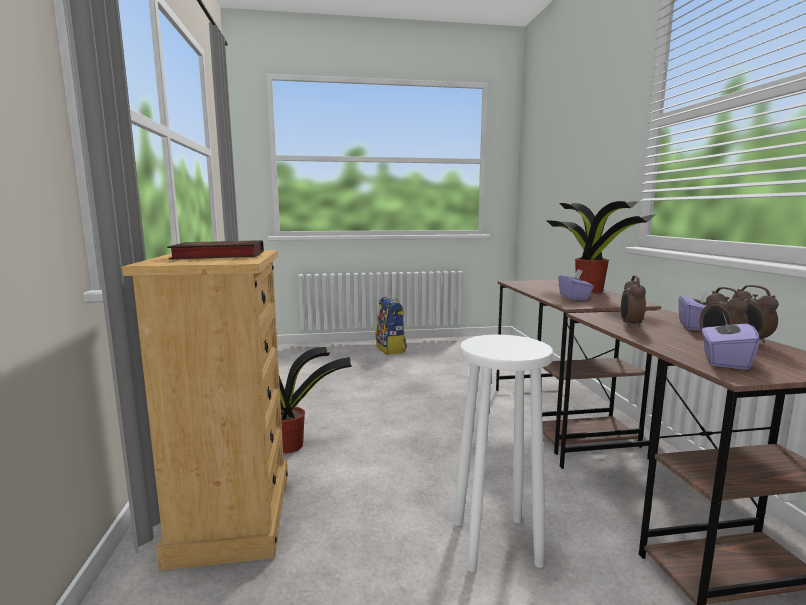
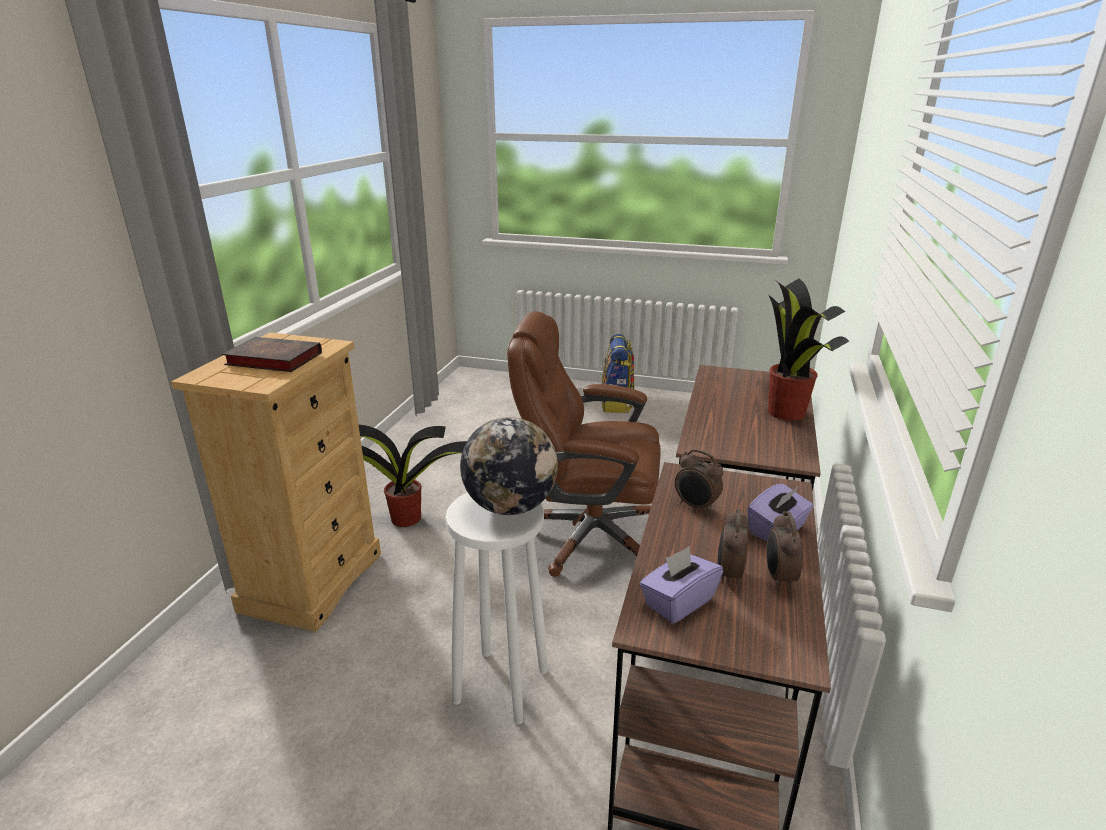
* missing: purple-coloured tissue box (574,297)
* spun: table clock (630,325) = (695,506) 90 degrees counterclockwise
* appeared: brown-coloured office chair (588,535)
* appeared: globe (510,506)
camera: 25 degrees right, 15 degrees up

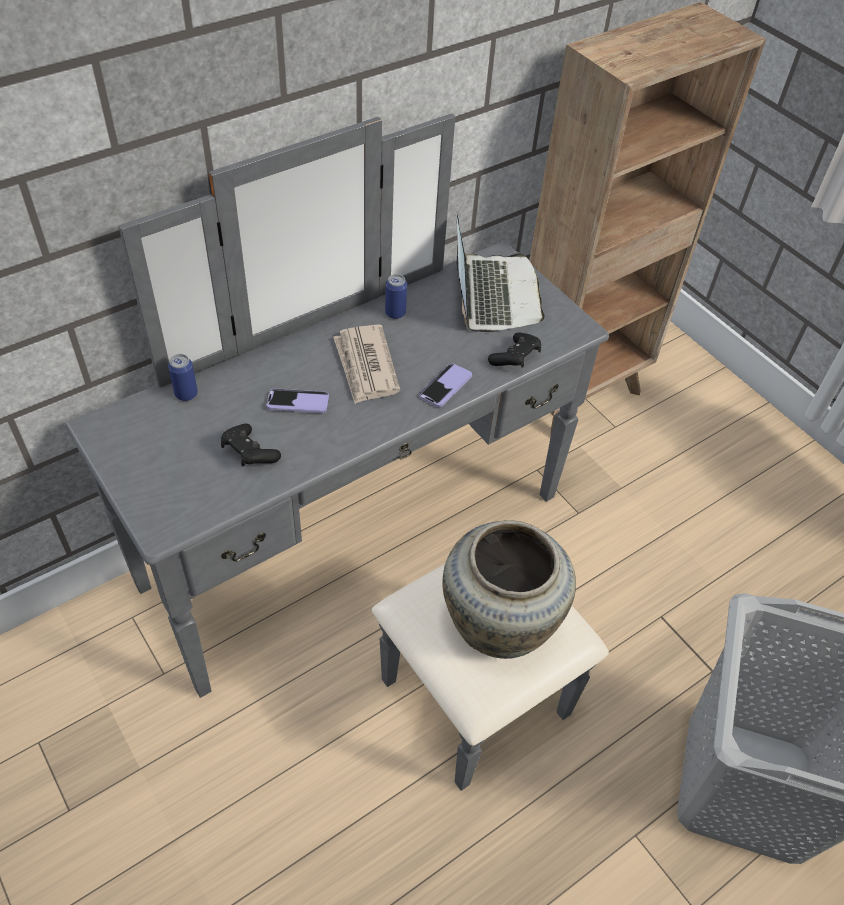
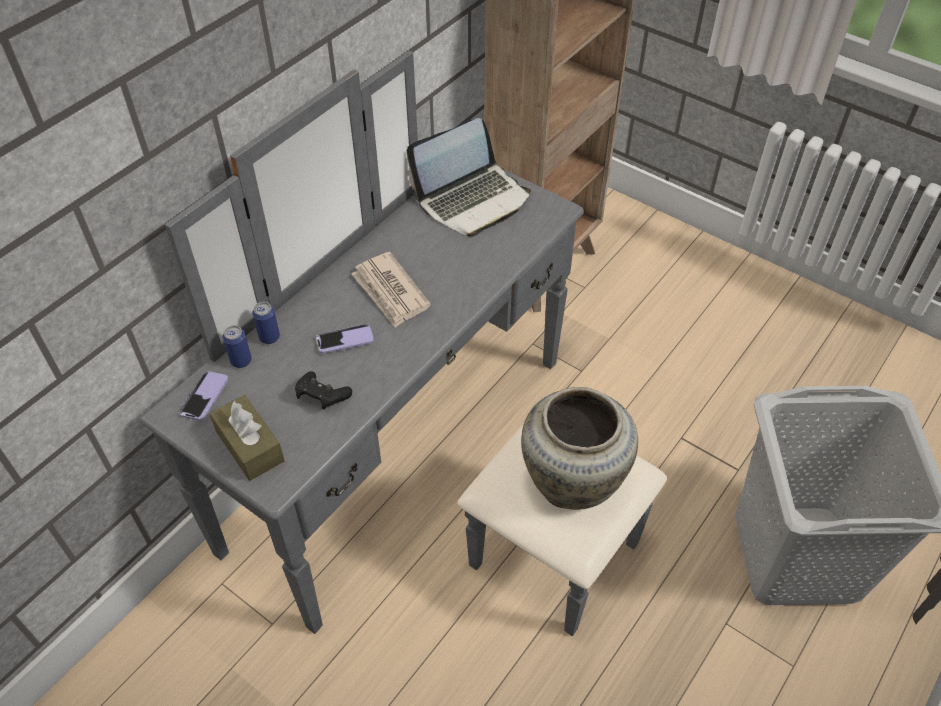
* spun: notebook computer (492,295) = (473,200) 75 degrees clockwise
* relocated: metal can (395,313) to (269,337)
* missing: blackish game controller (515,358)
* relocated: handset (445,386) to (204,397)
* appeared: brown-coloured tissue box (250,446)
camera: 15 degrees left, 0 degrees up

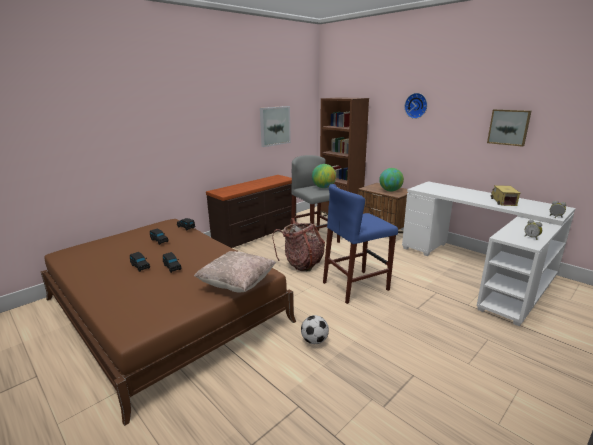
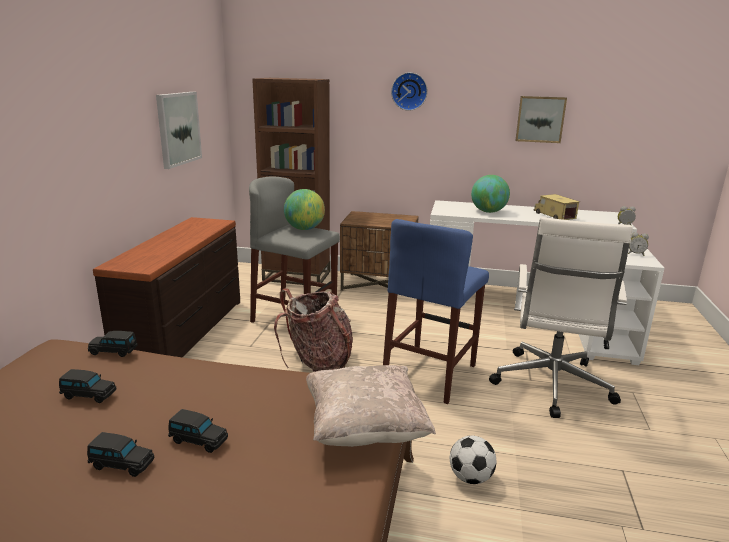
* relocated: globe (390,191) to (488,212)
* appeared: white office chair (551,385)
camera: 35 degrees left, 0 degrees up

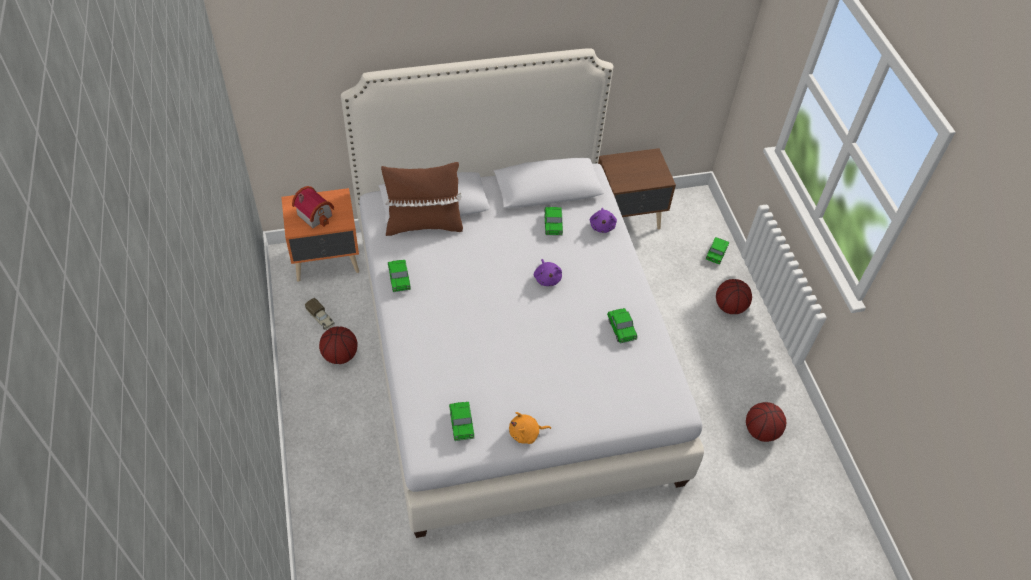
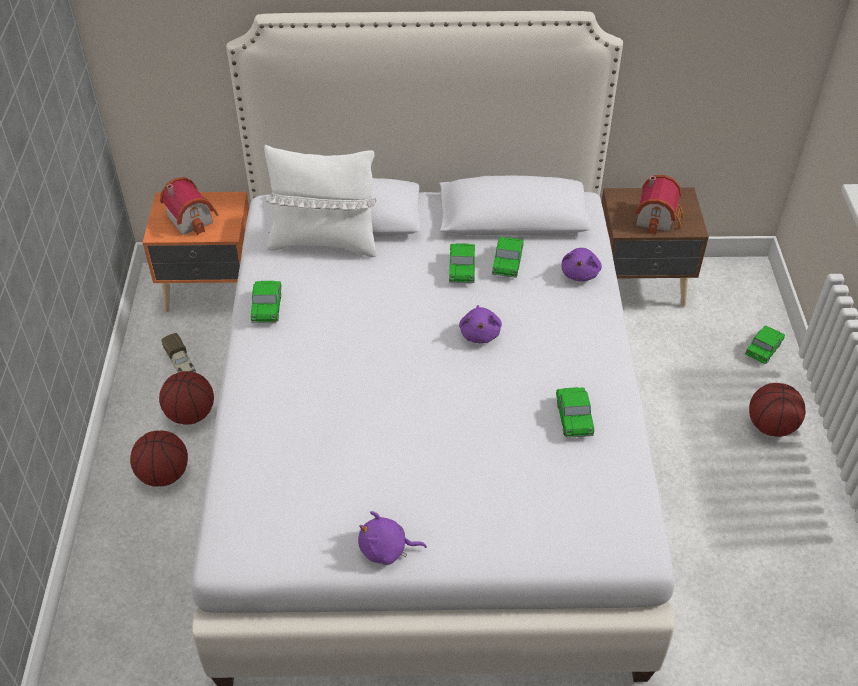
* colour: brown-coloured cushion (423,224) to white cushion (324,242)
* relocated: model car (461,424) to (461,270)
* relocated: ball for basketball (760,431) to (163,474)
* colour: orange soft toy (526,433) to purple-coloured soft toy (386,549)
* appeared: model house (658,217)
camera: 15 degrees right, 5 degrees down

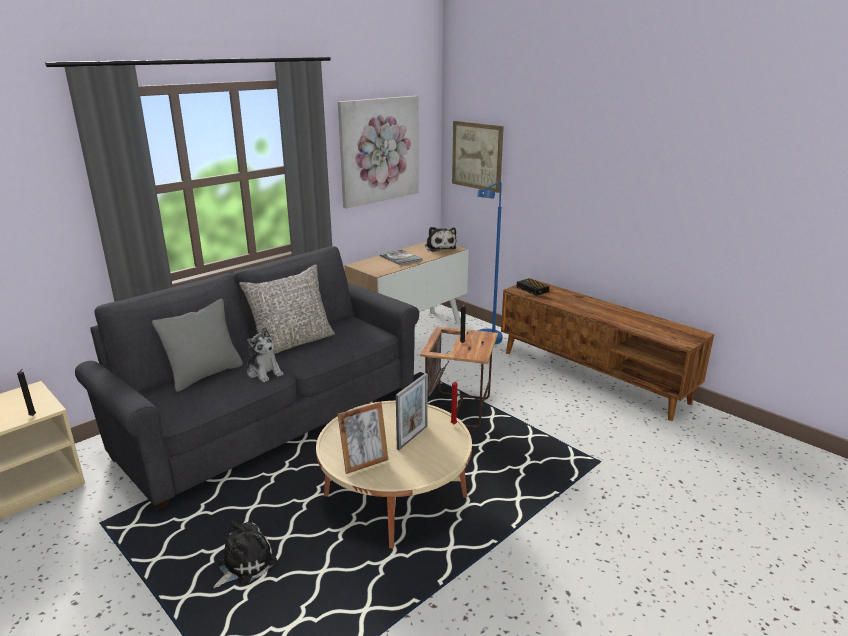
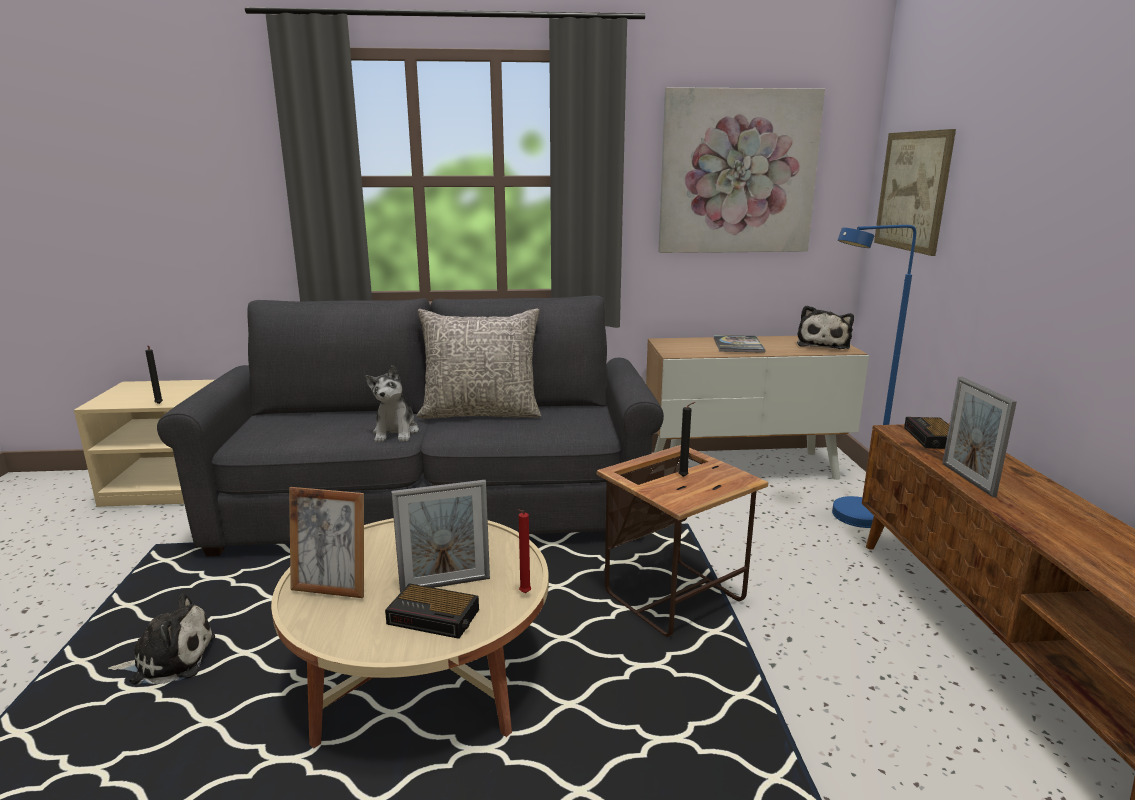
* missing: greyish cushion (205,374)
* appeared: picture frame (967,479)
* appeared: table clock (435,617)
camera: 40 degrees right, 5 degrees down

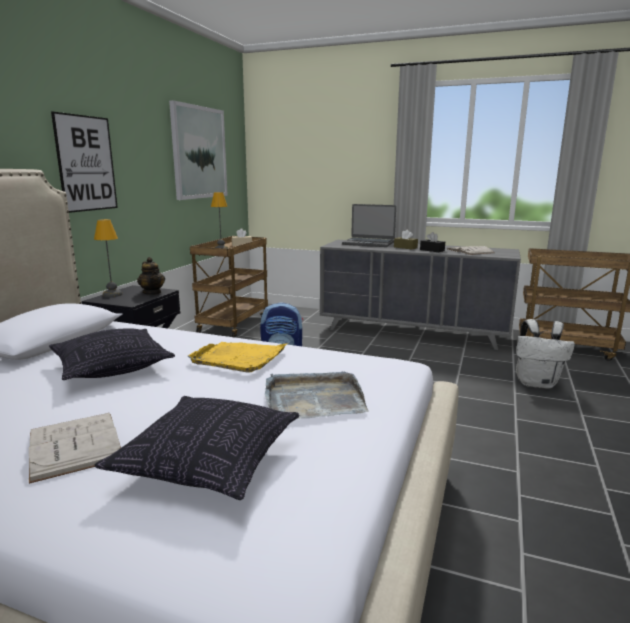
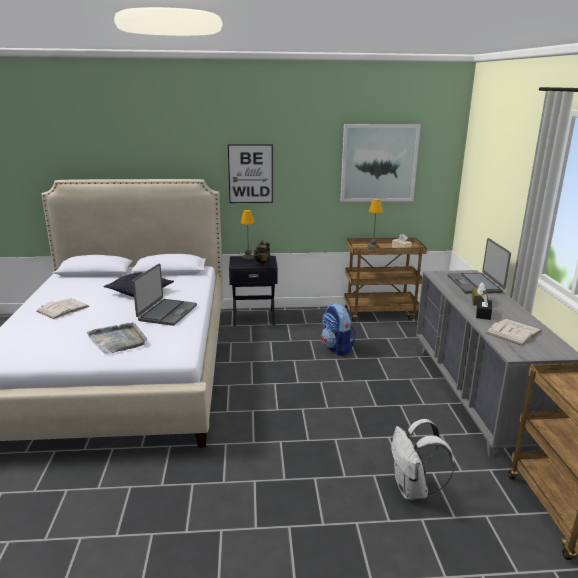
* exchanged: yellowish serving tray (239,358) to notebook computer (167,313)
* missing: cushion (209,462)
camera: 65 degrees right, 5 degrees up

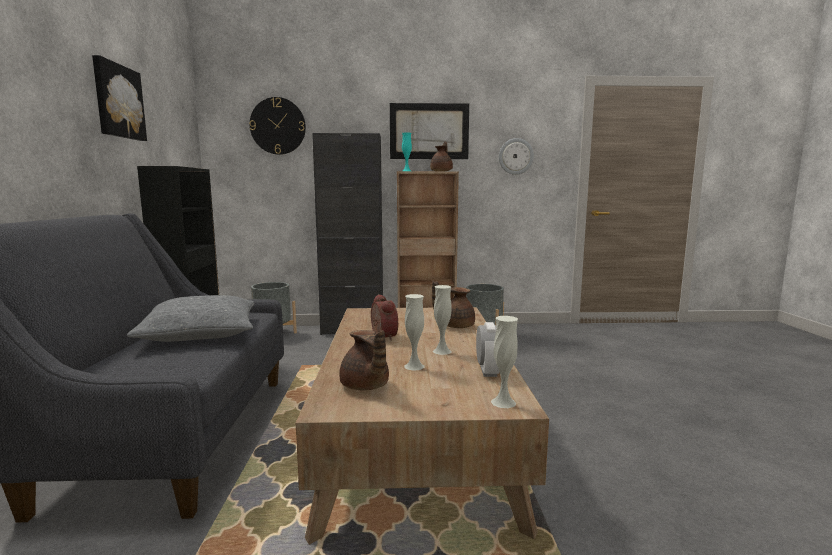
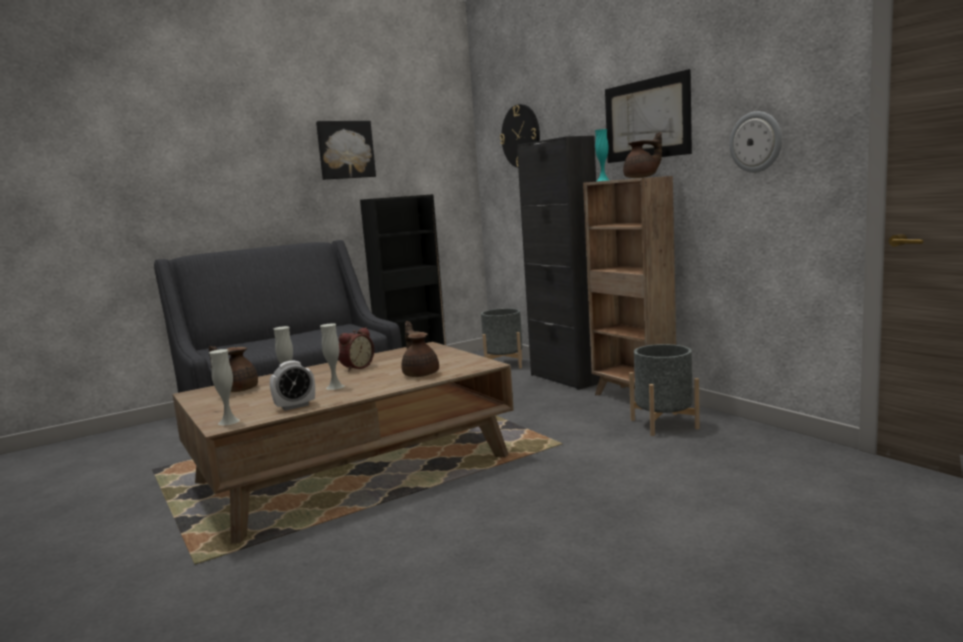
* missing: greyish cushion (200,332)
camera: 60 degrees right, 0 degrees up

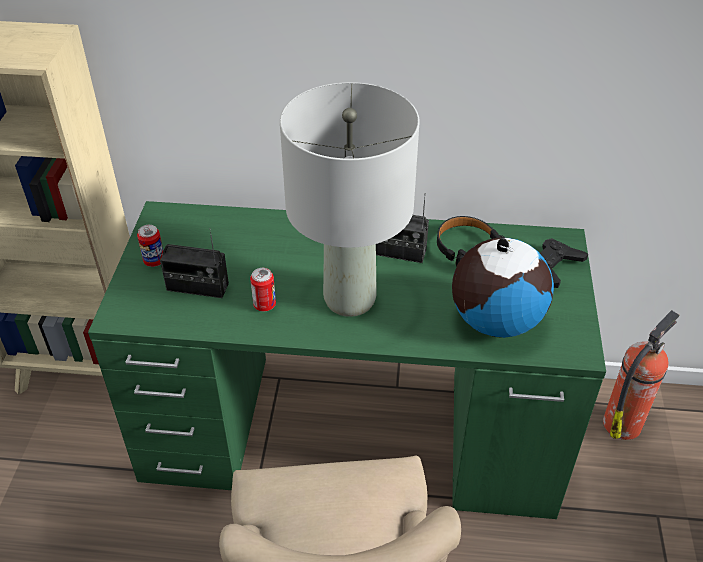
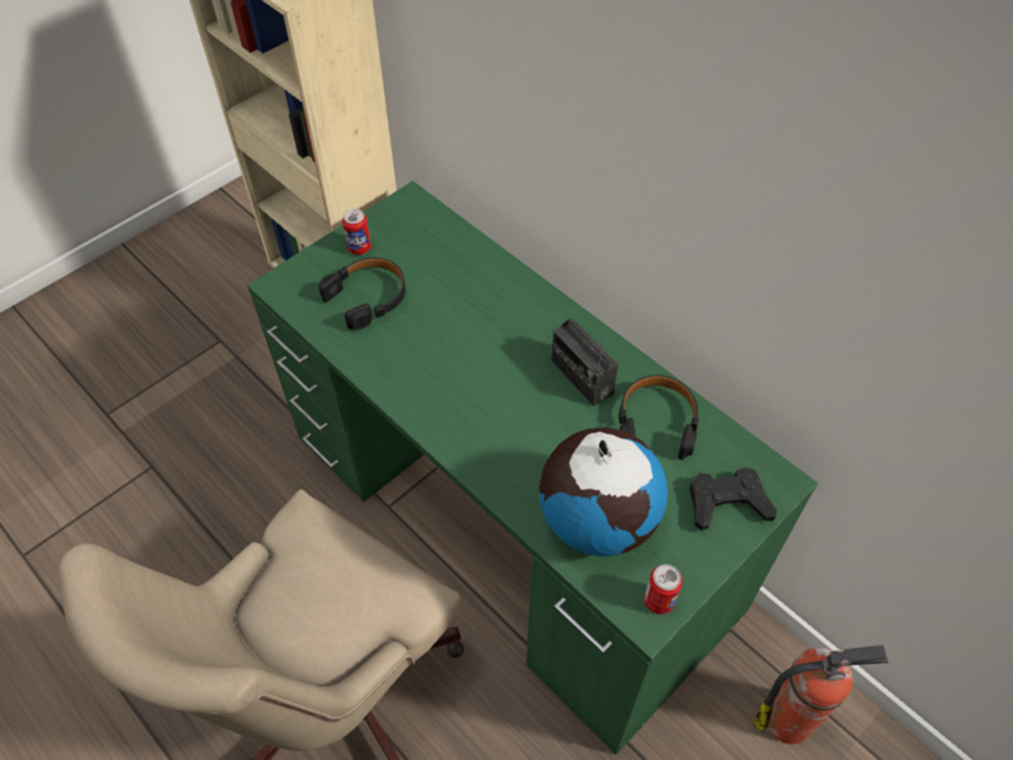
* missing: greyish table lamp (348,299)
* exchanged: radio set (197,287) to blackish headphones (368,297)
* relocated: metal can (264,305) to (659,601)
camera: 40 degrees right, 10 degrees up

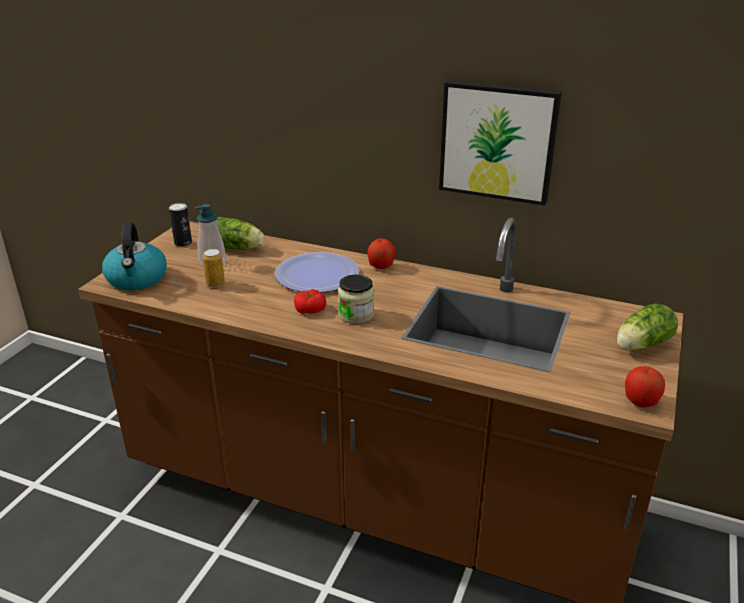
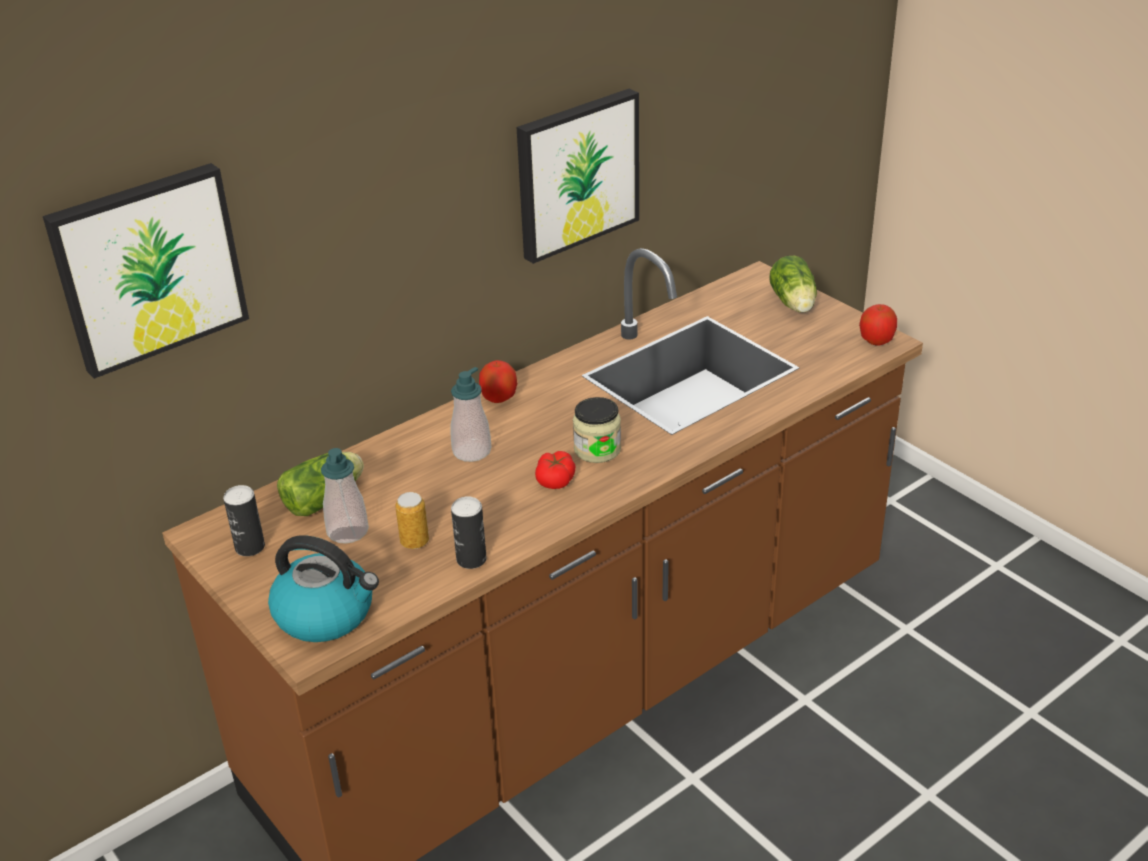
* exchanged: flat dish (317,274) to soap bottle (471,451)
* appeared: picture (148,267)
* appeared: metal can (471,559)
camera: 60 degrees left, 5 degrees up

